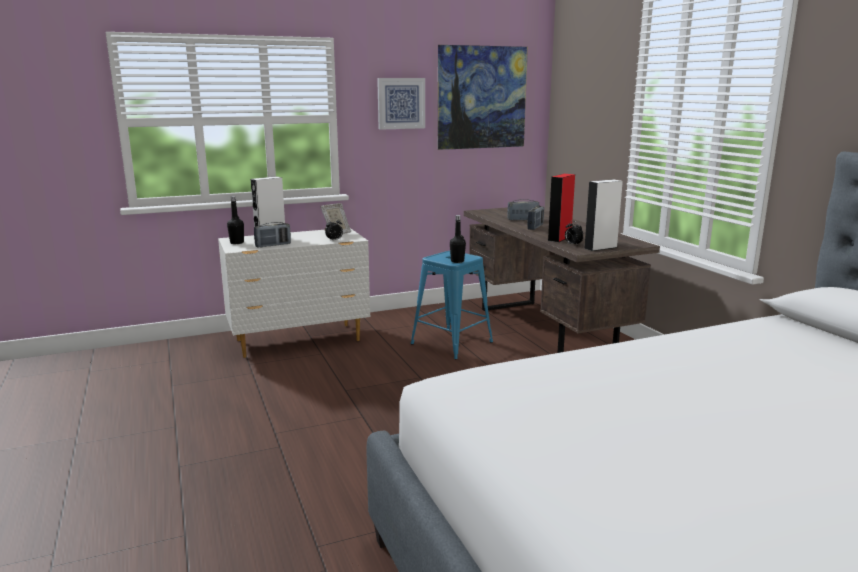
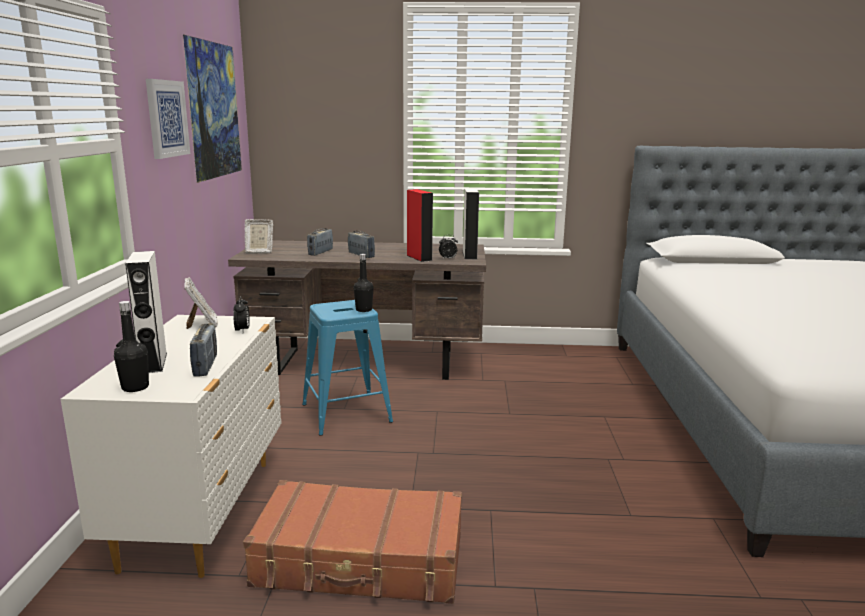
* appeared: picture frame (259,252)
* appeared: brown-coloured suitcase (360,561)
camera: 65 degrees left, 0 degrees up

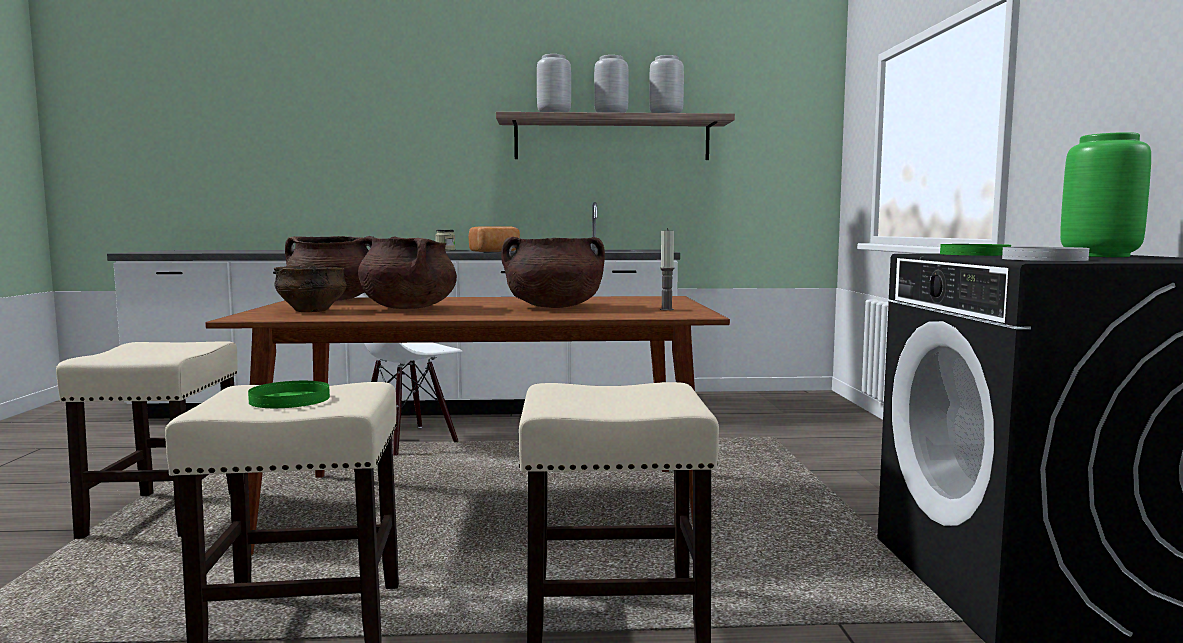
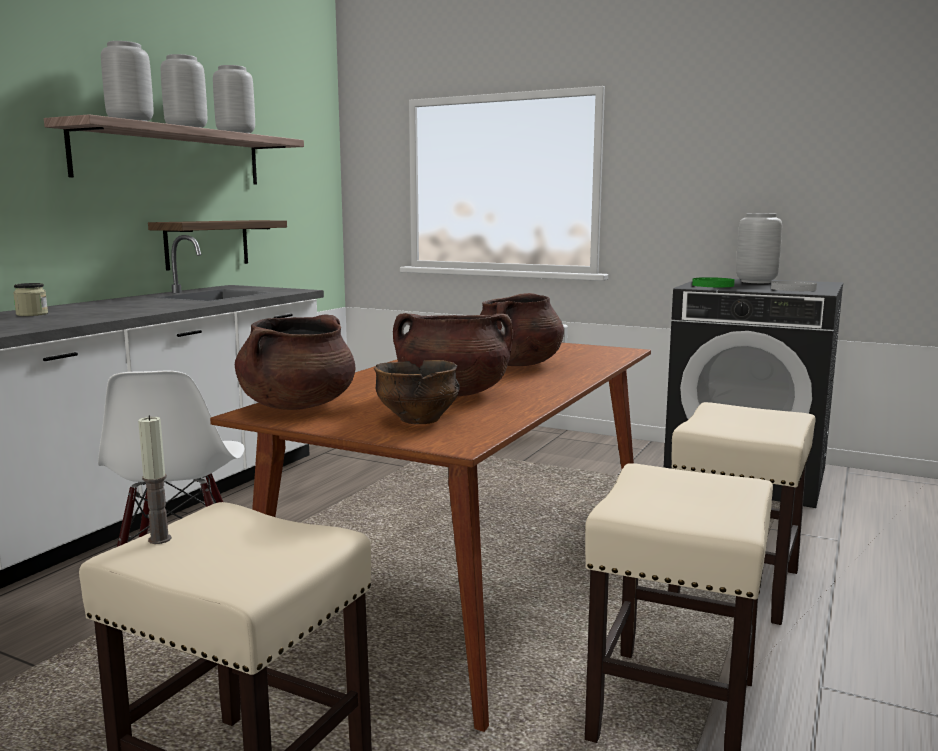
* colour: green decorative vase (1099,256) to greyish decorative vase (755,282)
* missing: bakery bread (496,251)
* relocated: candle (666,309) to (160,539)
* missing: green flat dish (289,399)
* appeared: shelf (207,244)
camera: 60 degrees left, 5 degrees up

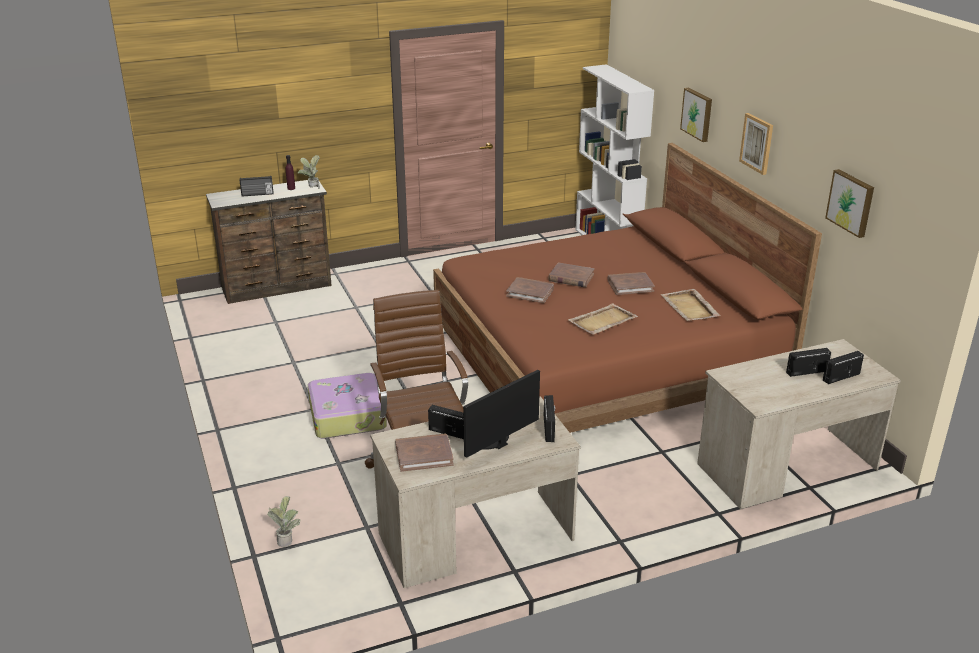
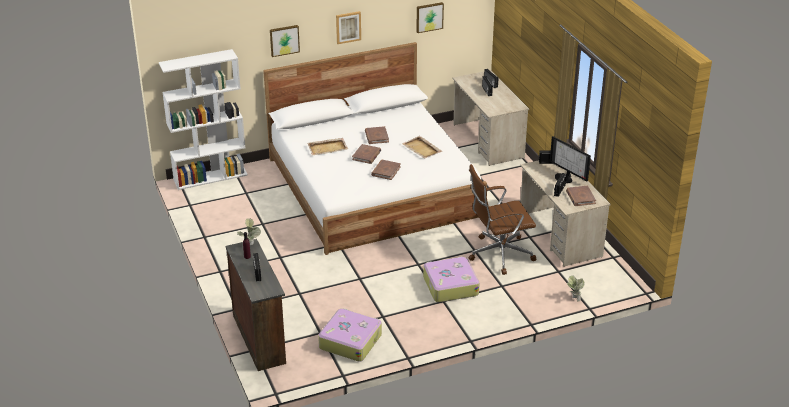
* colour: brown-coloured bedroom bed (605,353) to white bedroom bed (373,187)
* relocated: beige serving tray (690,307) to (328,148)
* appeared: suitcase (350,341)
camera: 90 degrees left, 5 degrees up

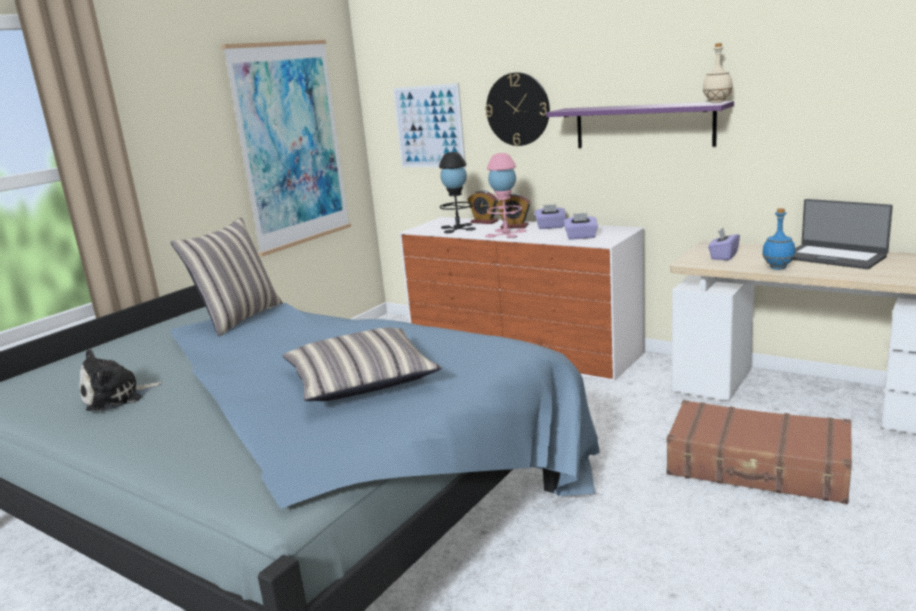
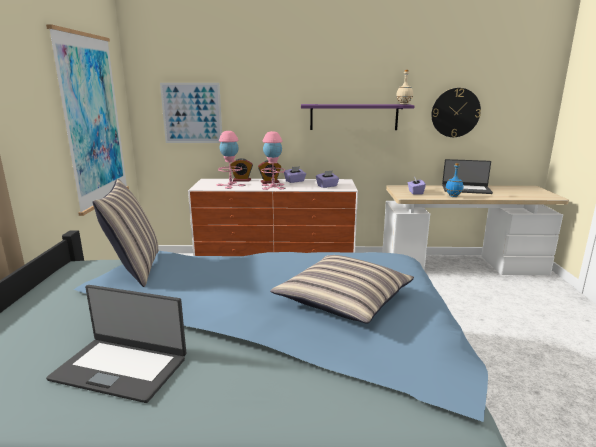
* relocated: clock on the wall (518,109) to (455,112)
* colour: blackish table lamp (458,228) to pink-coloured table lamp (230,185)
* exchanged: soft toy (117,397) to notebook computer (121,368)
* missing: brown-coloured suitcase (757,467)
camera: 35 degrees left, 0 degrees up

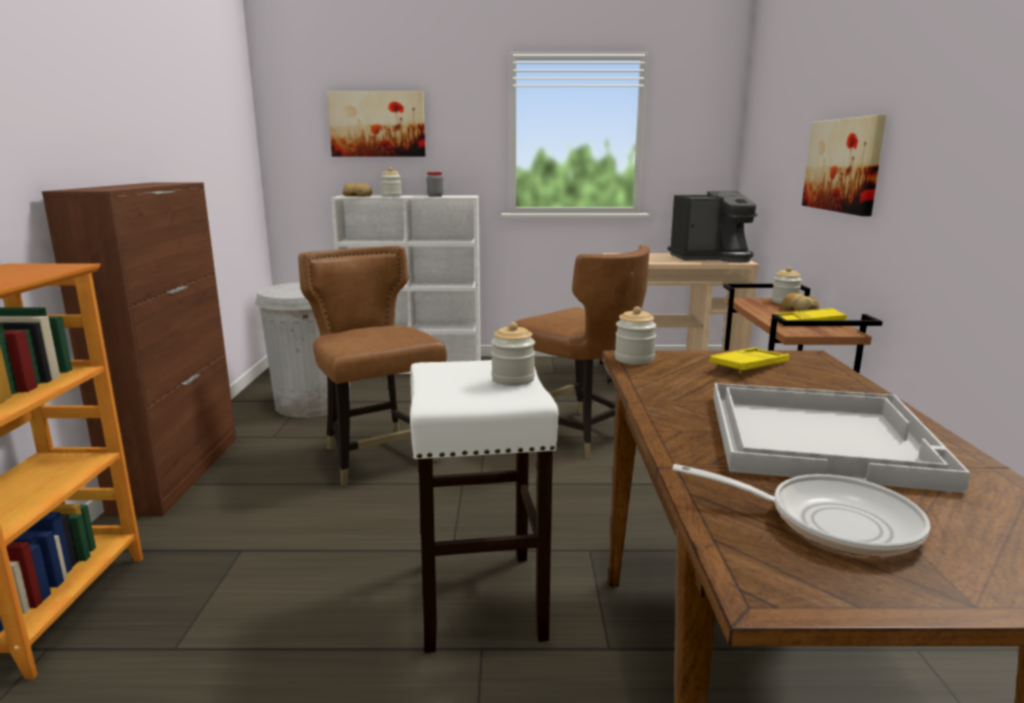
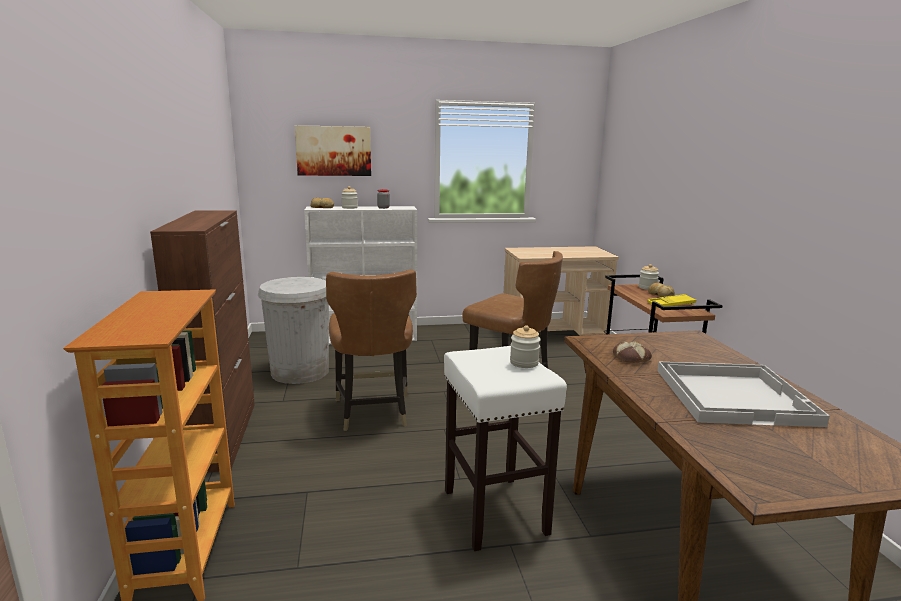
* missing: picture (843,165)
* missing: coffee machine (711,258)
* spun: brown-coloured upright chair (379,456) = (373,411) 150 degrees counterclockwise
* missing: storage jar (634,359)
* missing: yellowish serving tray (749,366)
* missing: pan (829,521)
* appeared: bakery bread (631,358)
camera: 10 degrees left, 0 degrees up

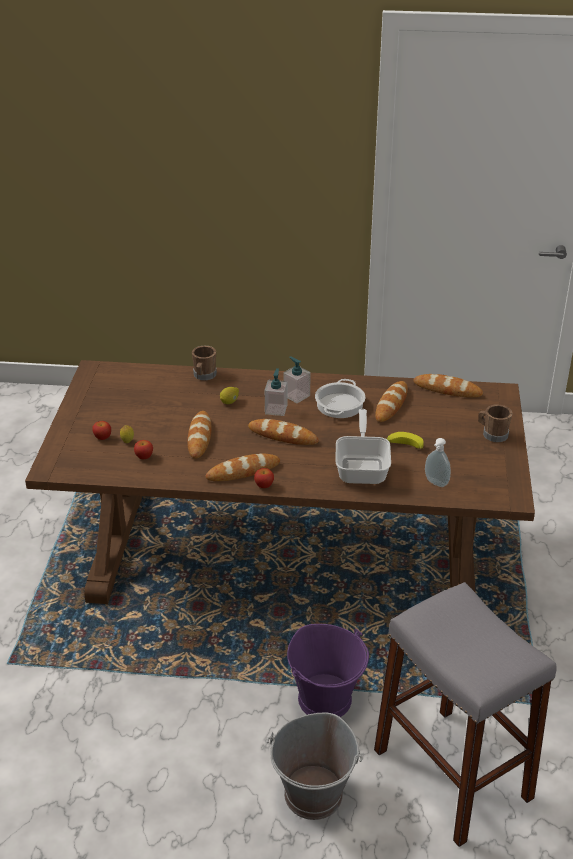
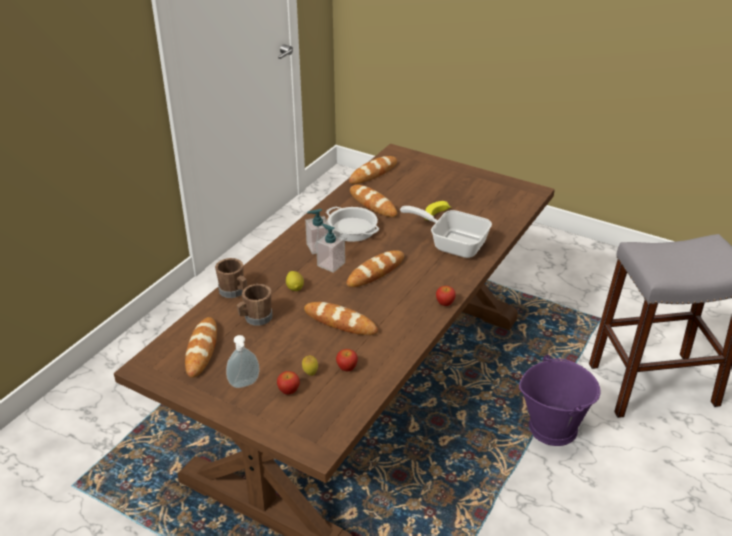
* relocated: brown-coloured coffee mug (492,434) to (255,318)
* relocated: soap bottle (435,483) to (244,385)
* relocated: bakery bread (243,471) to (201,349)
* missing: greyish water bucket (314,795)
camera: 65 degrees left, 0 degrees up

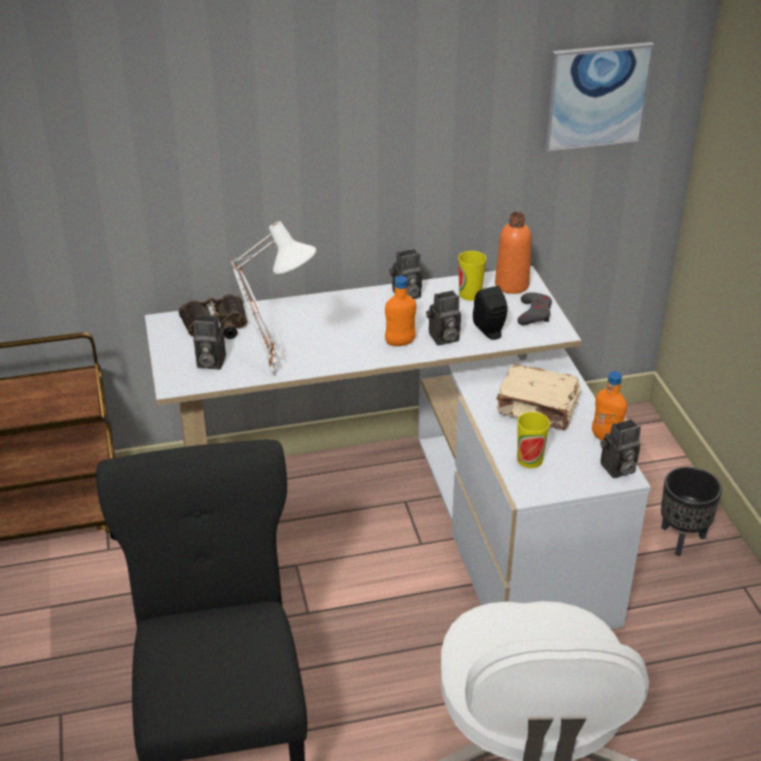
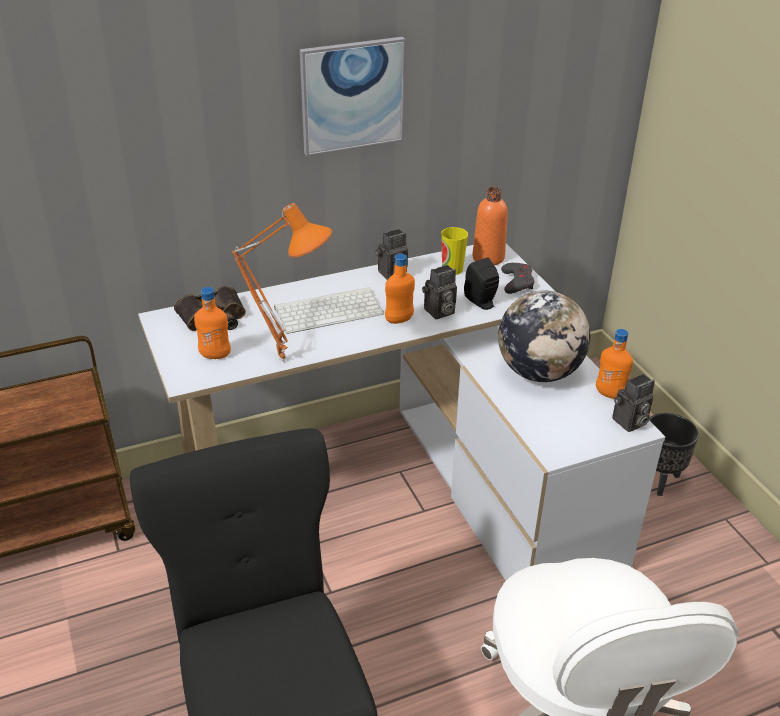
* relocated: picture (596,96) to (352,95)
* colour: white table lamp (276,373) to orange table lamp (285,359)
* exchanged: photo camera (209,363) to orange drink bottle (215,355)
* exchanged: beige bound book (538,409) to globe (539,372)
* missing: drinking cup (529,460)
* appeared: computer keyboard (329,310)
camera: 10 degrees left, 0 degrees up

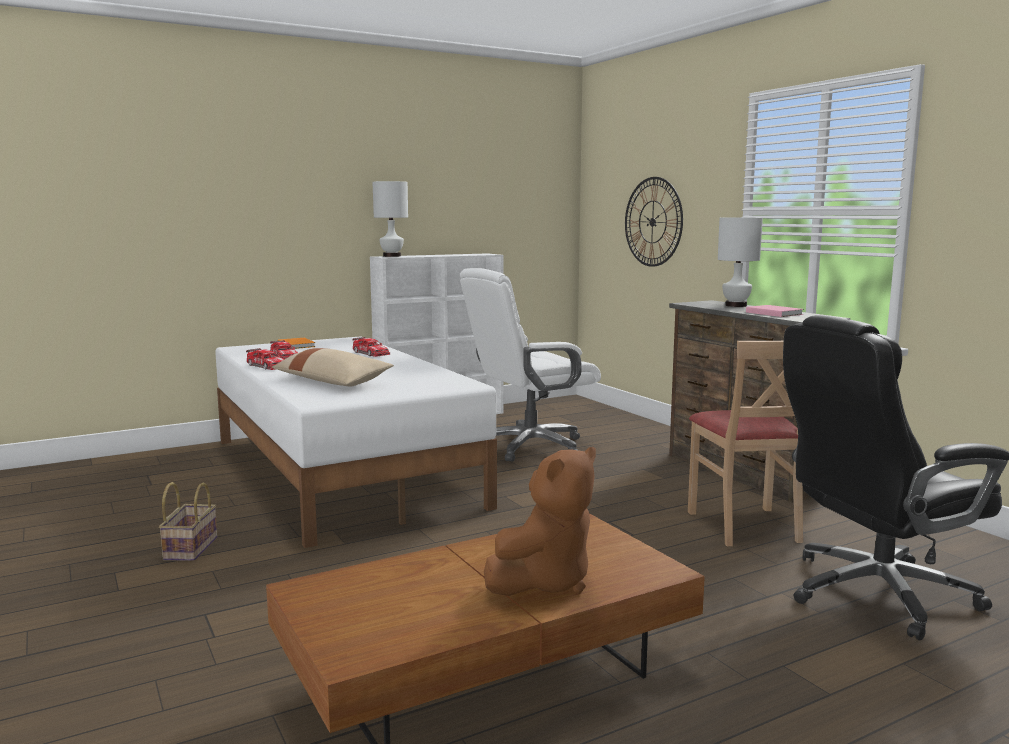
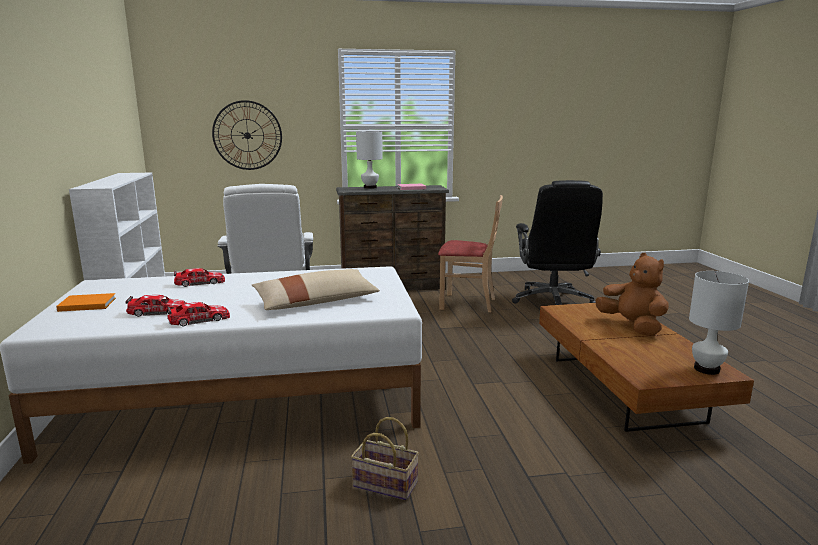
* relocated: white table lamp (392,256) to (707,369)
camera: 70 degrees left, 5 degrees up

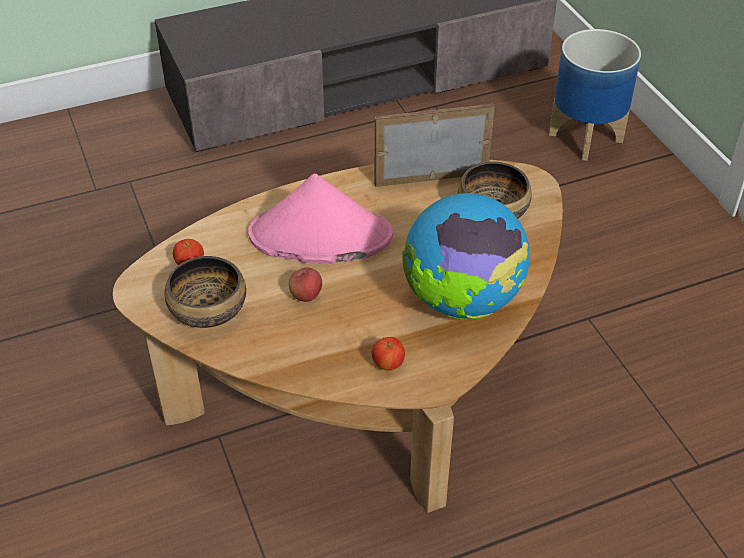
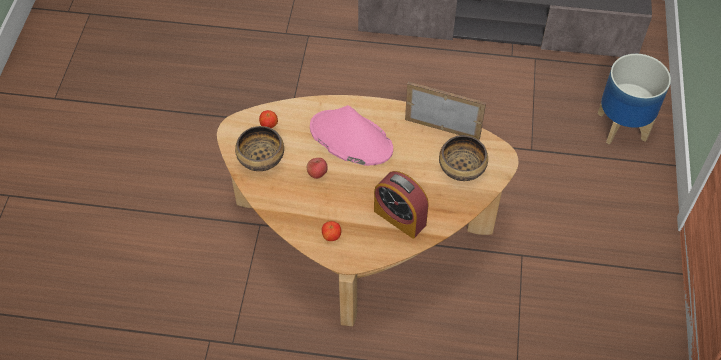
* exchanged: globe (462,300) to table clock (400,217)
camera: 30 degrees right, 10 degrees up

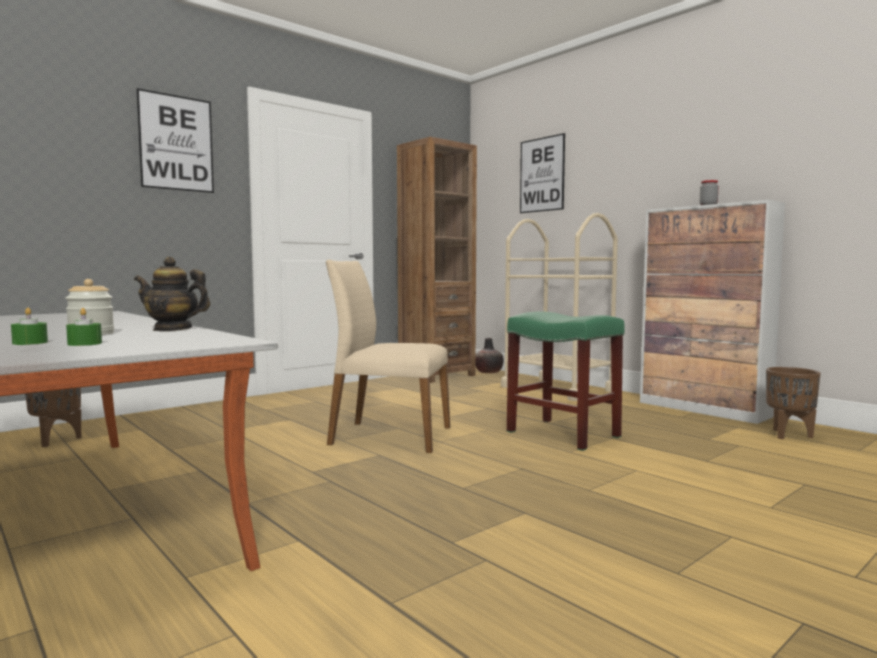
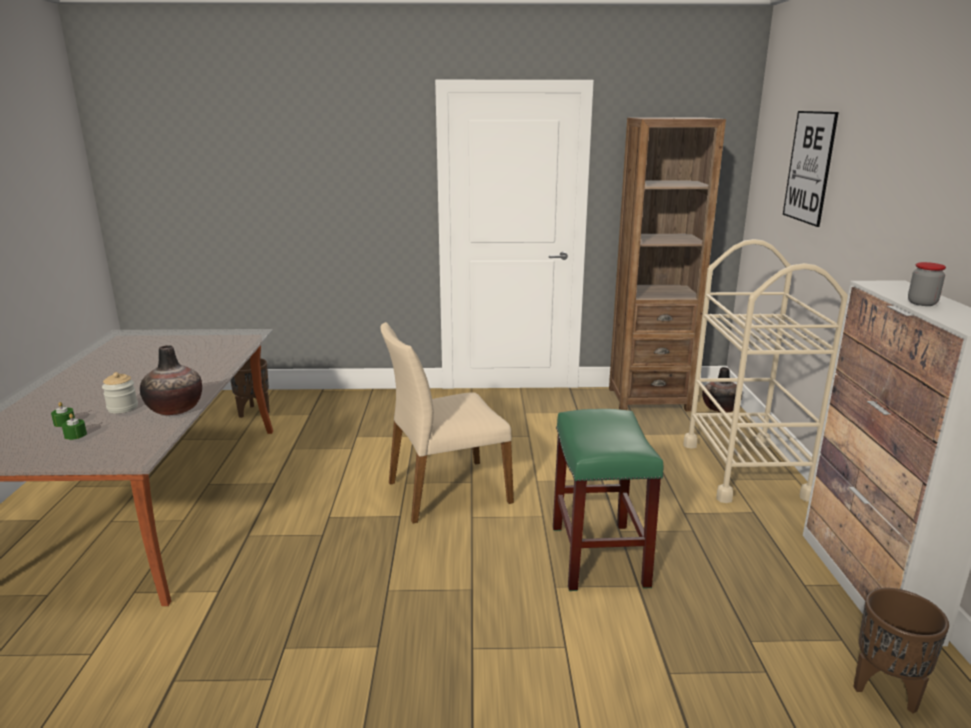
* missing: picture (176,143)
* exchanged: teapot (172,329) to decorative vase (175,409)
* spun: beige upright chair (389,436) = (446,491) 75 degrees counterclockwise
camera: 40 degrees right, 15 degrees up

